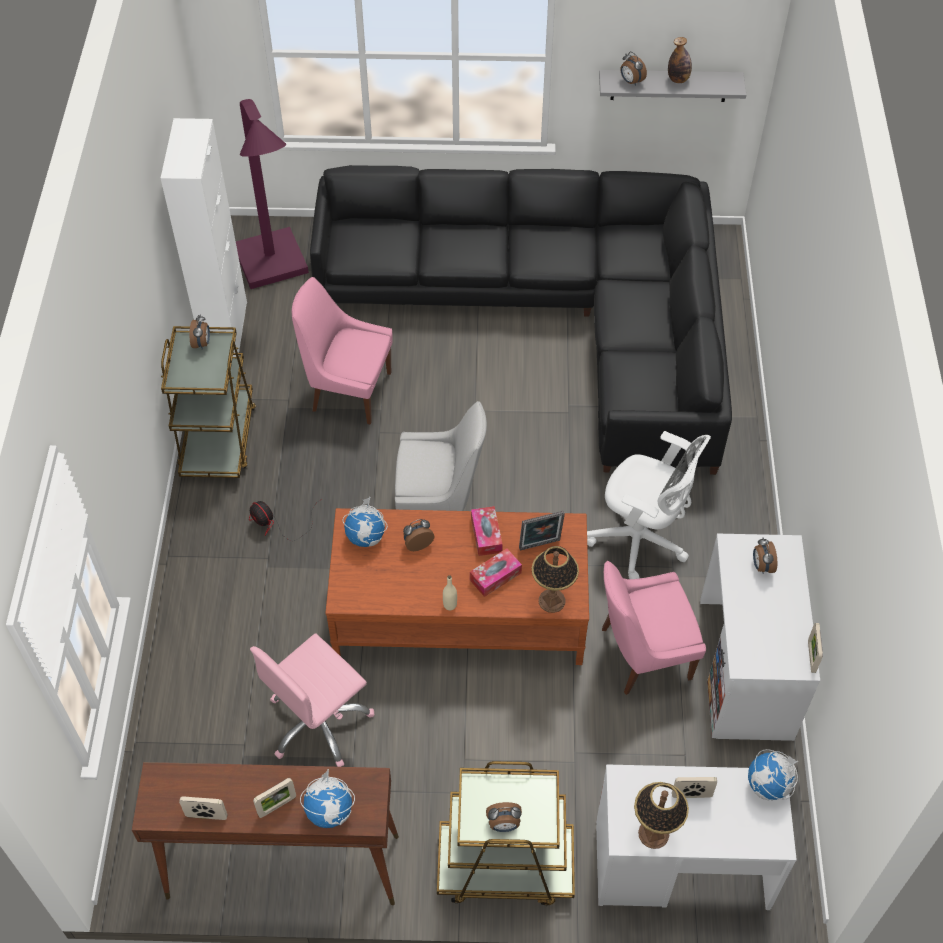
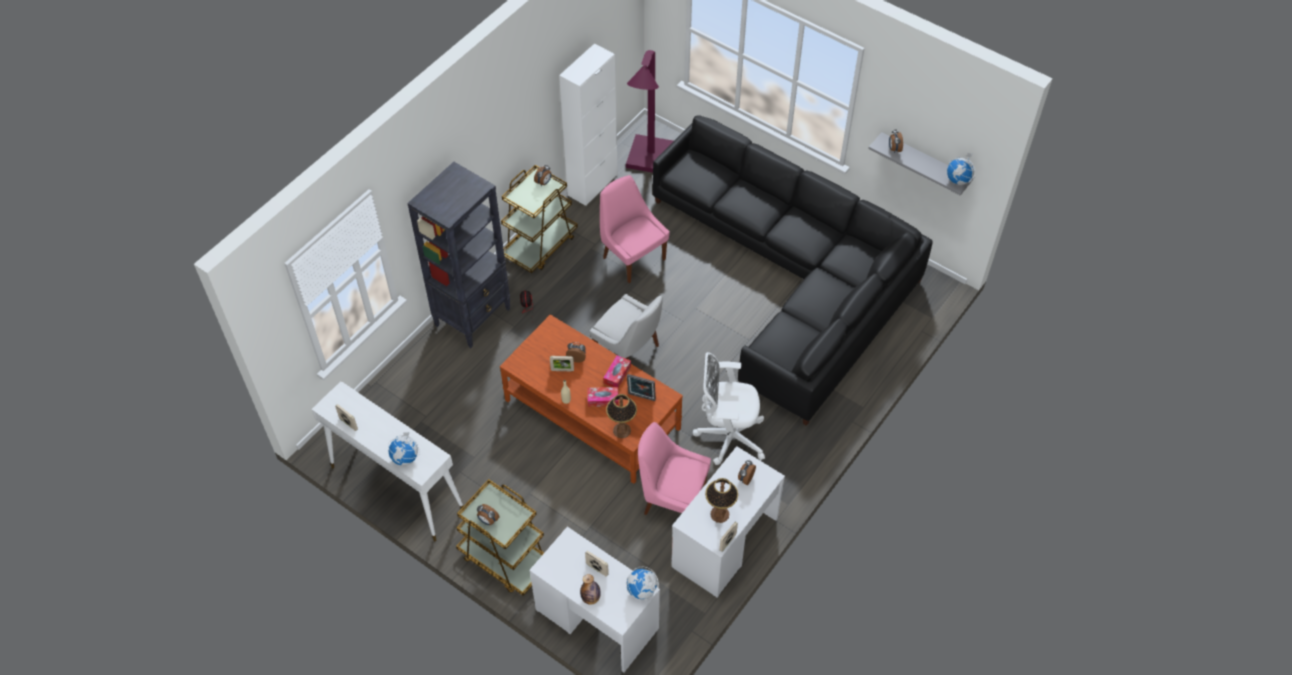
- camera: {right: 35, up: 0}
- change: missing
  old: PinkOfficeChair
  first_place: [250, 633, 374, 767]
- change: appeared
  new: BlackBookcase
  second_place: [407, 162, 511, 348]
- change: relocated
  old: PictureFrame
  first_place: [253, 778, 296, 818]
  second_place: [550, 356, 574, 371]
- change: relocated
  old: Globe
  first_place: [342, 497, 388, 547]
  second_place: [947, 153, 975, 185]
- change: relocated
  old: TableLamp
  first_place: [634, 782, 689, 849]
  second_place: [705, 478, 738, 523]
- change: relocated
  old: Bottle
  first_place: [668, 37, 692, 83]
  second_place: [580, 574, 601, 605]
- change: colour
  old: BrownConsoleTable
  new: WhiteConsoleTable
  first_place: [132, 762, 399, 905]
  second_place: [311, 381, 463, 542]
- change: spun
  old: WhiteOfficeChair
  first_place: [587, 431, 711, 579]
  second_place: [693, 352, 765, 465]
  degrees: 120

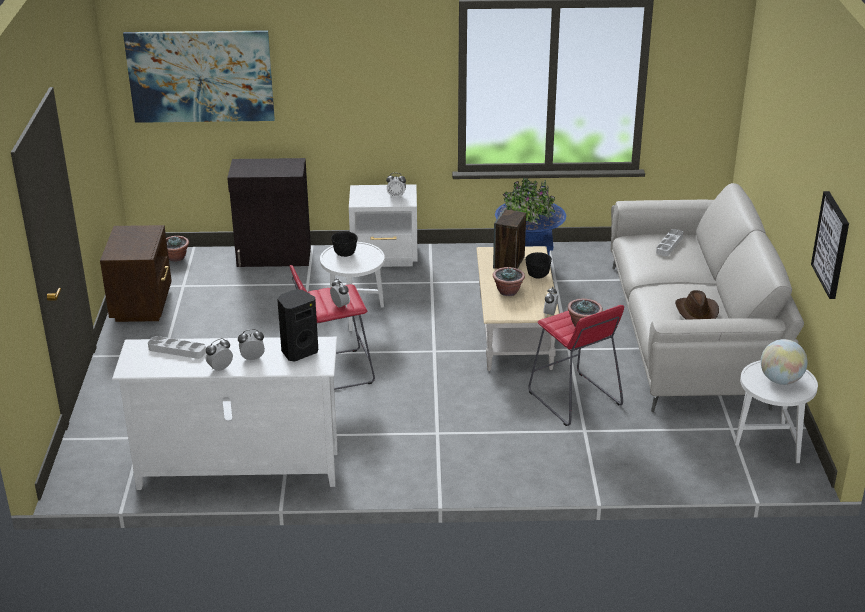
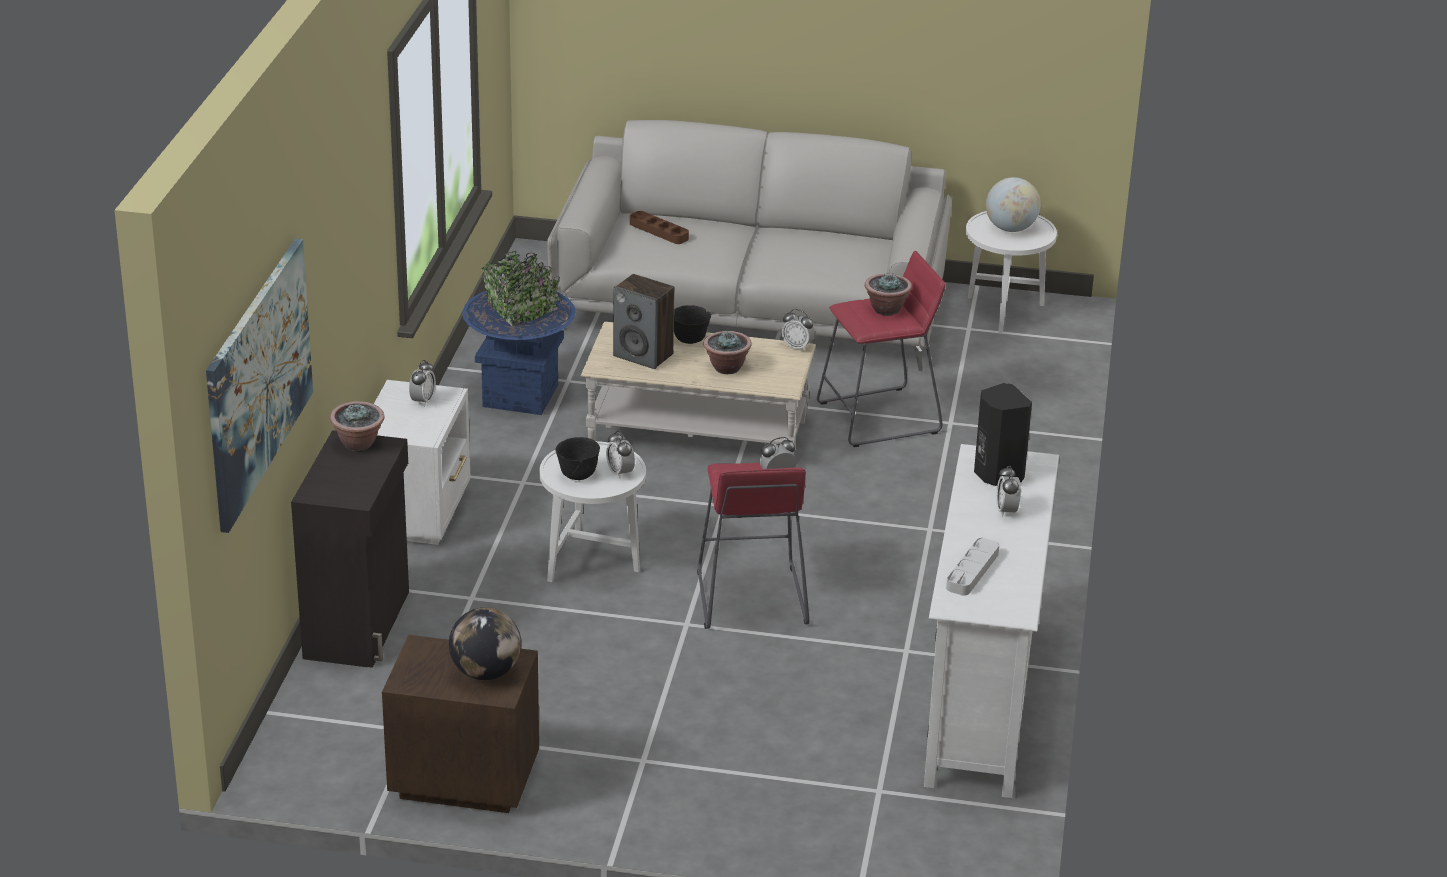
- camera: {right: -80, up: 0}
- change: missing
  old: BrownHat
  first_place: [675, 290, 719, 320]
- change: missing
  old: Picture
  first_place: [811, 191, 849, 299]
- change: appeared
  new: Globe
  second_place: [449, 607, 521, 680]
- change: relocated
  old: PottedPlant
  first_place: [166, 236, 189, 262]
  second_place: [330, 401, 384, 451]
- change: relocated
  old: AlarmClock
  first_place: [206, 338, 233, 371]
  second_place: [606, 431, 635, 479]
- change: colour
  old: GreyTray
  new: BrownTray
  first_place: [656, 229, 683, 256]
  second_place: [630, 211, 689, 244]

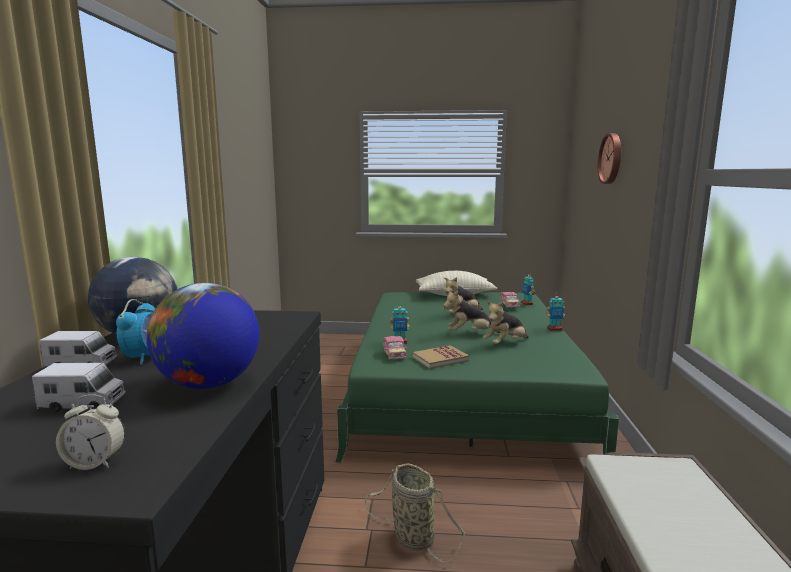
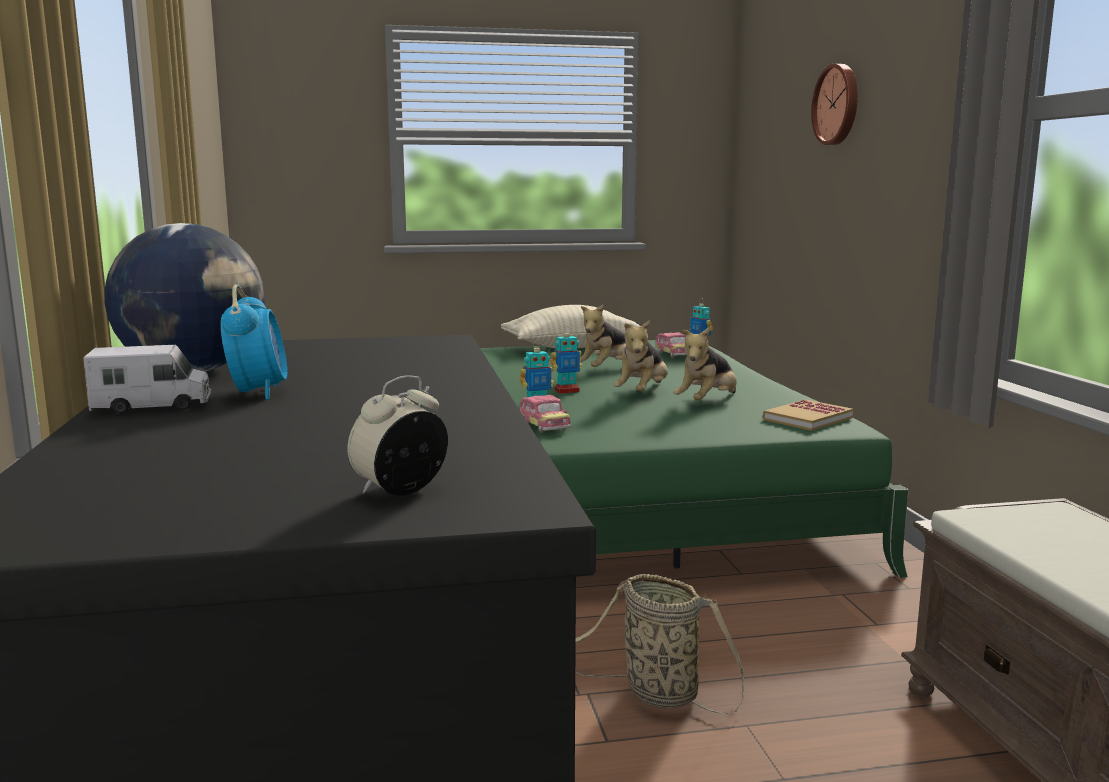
- camera: {right: -15, up: 0}
- change: missing
  old: ToyTruck
  first_place: [32, 363, 126, 412]
- change: missing
  old: Globe
  first_place: [146, 283, 260, 389]
- change: relocated
  old: Book
  first_place: [412, 345, 469, 369]
  second_place: [763, 400, 853, 431]
- change: relocated
  old: ToyRobot
  first_place: [546, 293, 565, 331]
  second_place: [551, 331, 583, 394]
- change: spun
  old: AlarmClock
  first_place: [56, 394, 125, 470]
  second_place: [347, 375, 448, 496]
  degrees: 150
- change: spun
  old: PlushToy
  first_place: [443, 290, 500, 333]
  second_place: [613, 320, 668, 391]
  degrees: -45

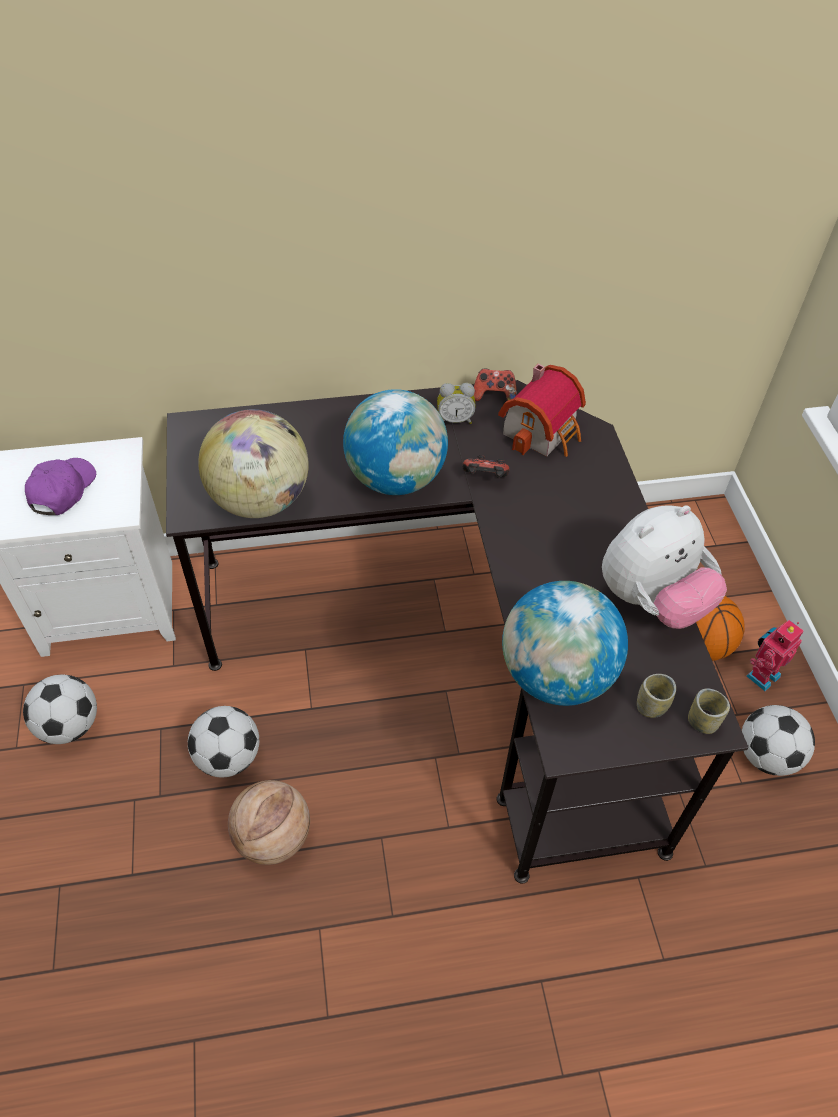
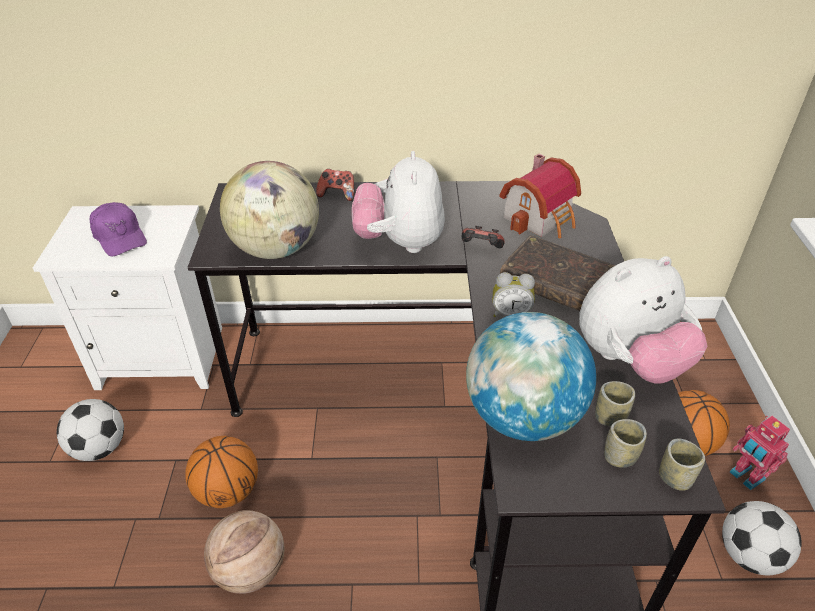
- camera: {right: 10, up: -10}
- change: appeared
  new: BrownBook
  second_place: [500, 235, 616, 311]
- change: appeared
  new: Cup
  second_place: [595, 381, 635, 427]
- change: relocated
  old: AlarmClock
  first_place: [437, 383, 476, 424]
  second_place: [493, 272, 535, 317]
- change: relocated
  old: GameController
  first_place: [474, 368, 517, 401]
  second_place: [316, 169, 354, 201]
- change: exchanged
  old: Football
  new: Basketball
  first_place: [188, 706, 259, 777]
  second_place: [185, 436, 258, 508]
- change: exchanged
  old: Globe
  new: PlushToy
  first_place: [343, 389, 448, 495]
  second_place: [352, 151, 445, 253]
- change: spun
  old: PurpleCap
  first_place: [25, 458, 96, 515]
  second_place: [90, 202, 147, 256]
  degrees: 120
- change: spun
  old: ToyRobot
  first_place: [746, 620, 804, 691]
  second_place: [730, 416, 790, 490]
  degrees: -90

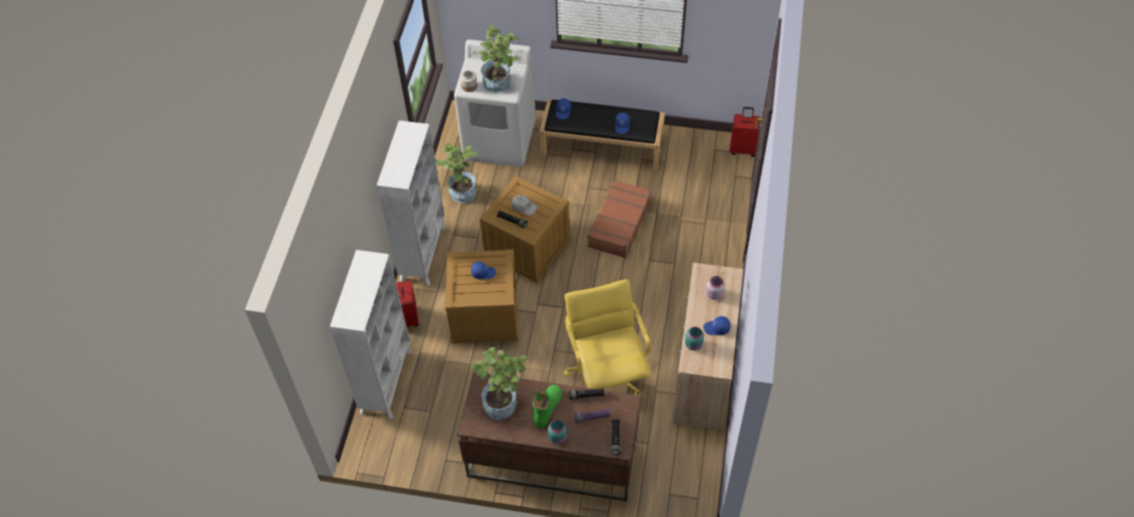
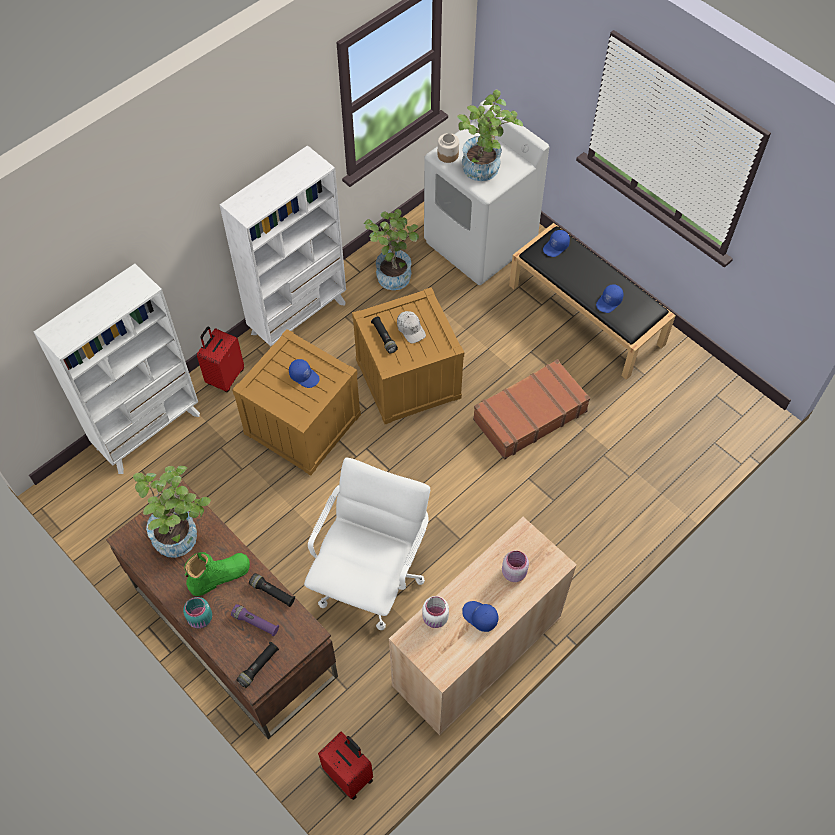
- camera: {right: 35, up: 5}
- change: relocated
  old: RedSuitcase
  first_place: [730, 107, 760, 157]
  second_place: [318, 732, 373, 800]
- change: colour
  old: YellowOfficeChair
  new: WhiteOfficeChair
  first_place: [564, 279, 651, 396]
  second_place: [304, 458, 430, 630]
- change: colour
  old: TurquoiseJar
  new: WhiteJar
  first_place: [685, 327, 704, 351]
  second_place: [422, 596, 449, 628]

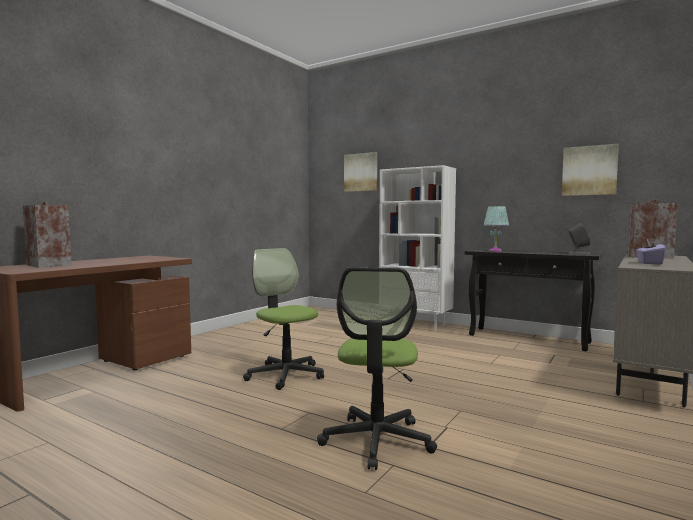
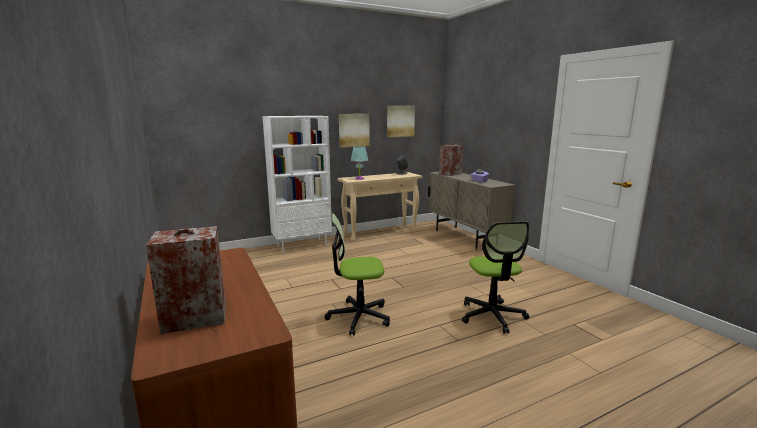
- camera: {right: -60, up: 10}
- change: relocated
  old: Picture
  first_place: [344, 152, 377, 192]
  second_place: [339, 114, 370, 147]
- change: colour
  old: BlackConsoleTable
  new: BeigeConsoleTable
  first_place: [465, 249, 603, 351]
  second_place: [337, 172, 422, 242]
- change: spun
  old: OfficeChair
  first_place: [317, 267, 437, 470]
  second_place: [462, 222, 529, 334]
  degrees: 45

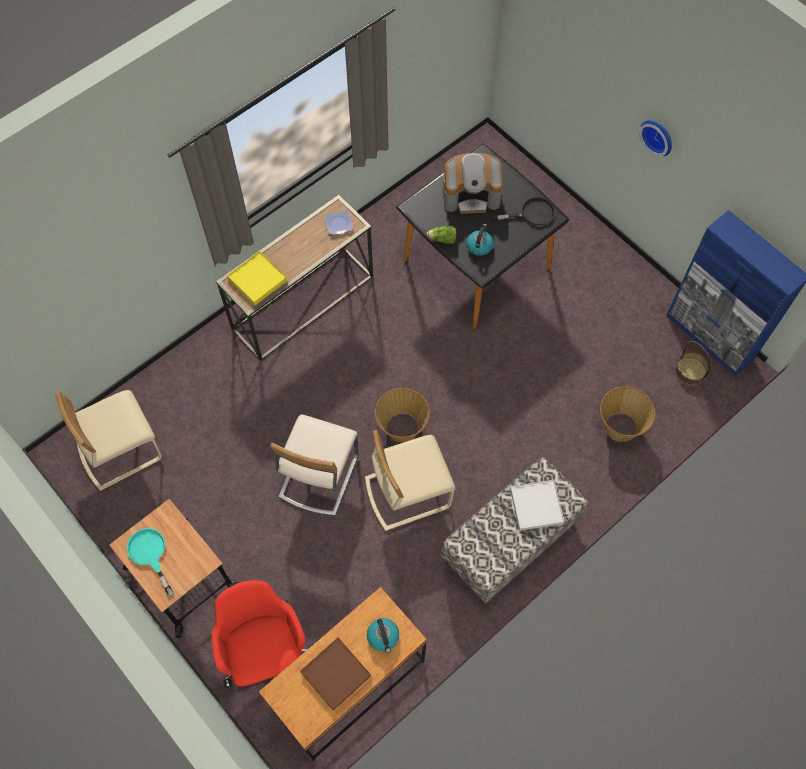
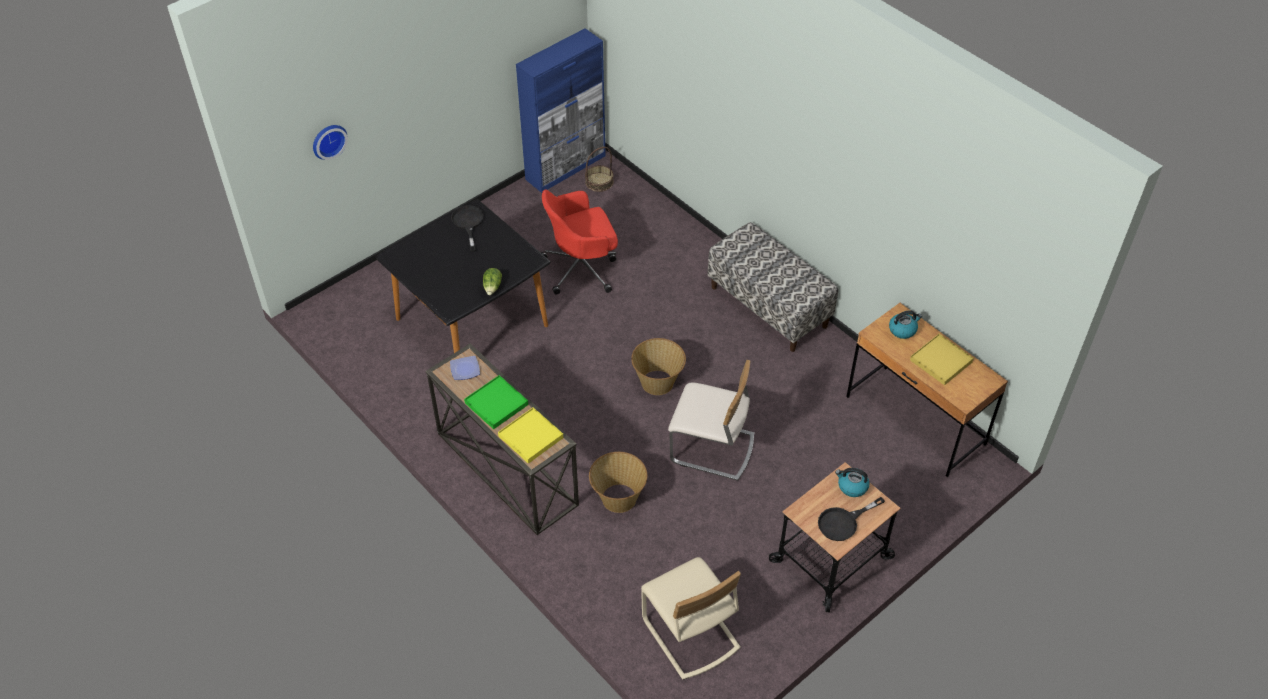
- camera: {right: -90, up: -15}
- change: missing
  old: BeigeChair
  first_place: [365, 430, 456, 531]
- change: missing
  old: CoffeeMachine
  first_place: [442, 153, 503, 214]
- change: missing
  old: WhiteTray
  first_place: [510, 480, 564, 531]
- change: appeared
  new: GreenTray
  second_place: [464, 375, 528, 429]
- change: relocated
  old: RedOfficeChair
  first_place: [211, 580, 312, 688]
  second_place: [541, 189, 618, 295]
- change: relocated
  old: Kettle
  first_place: [466, 224, 494, 256]
  second_place: [835, 468, 870, 497]
- change: relocated
  old: Basket
  first_place: [600, 386, 655, 442]
  second_place: [589, 452, 648, 513]
- change: relocated
  old: WallClock
  first_place: [639, 120, 672, 157]
  second_place: [313, 125, 348, 160]
- change: colour
  old: TurquoiseFryingPan
  new: BlackFryingPan
  first_place: [127, 528, 173, 595]
  second_place: [818, 497, 885, 541]
- change: colour
  old: BrownTray
  new: YellowTray
  first_place: [300, 637, 371, 711]
  second_place: [910, 334, 974, 385]

